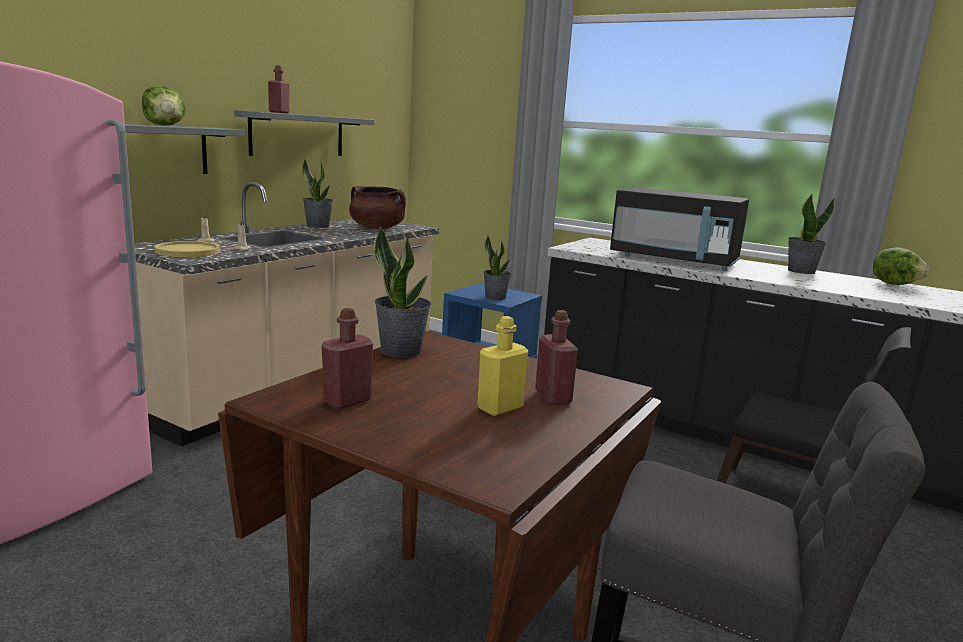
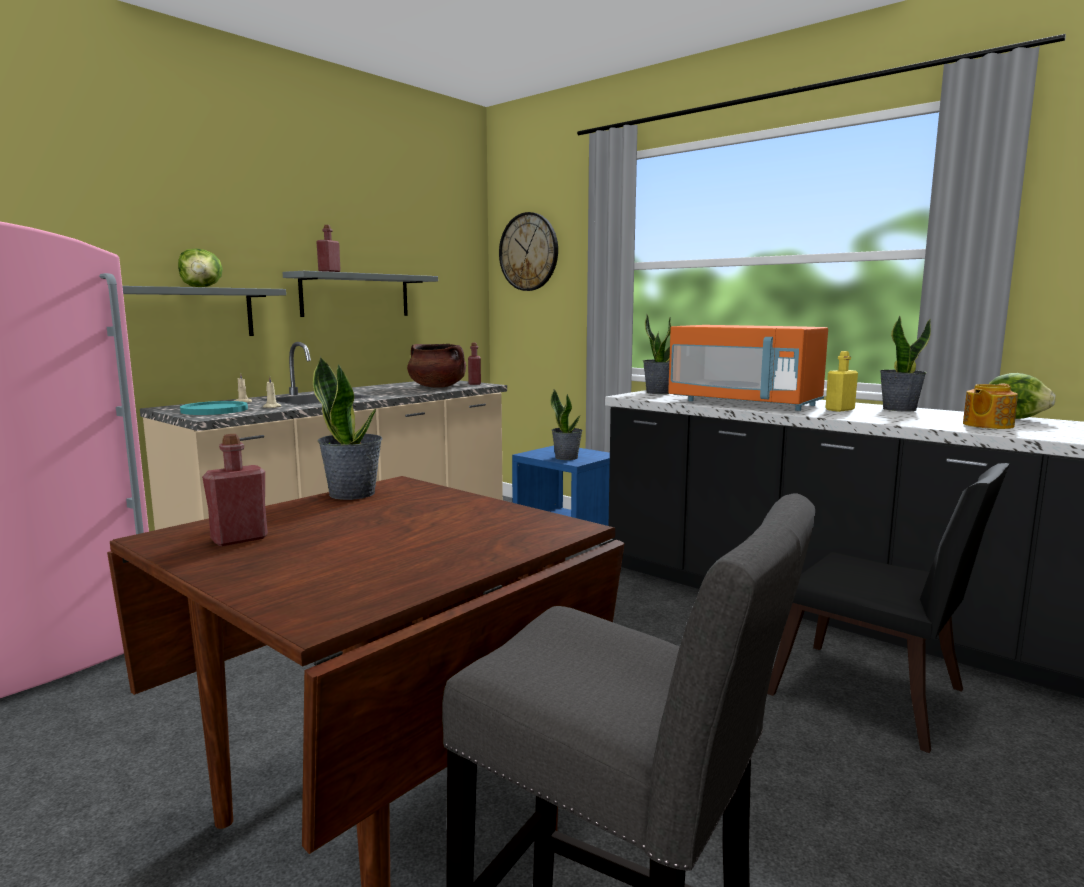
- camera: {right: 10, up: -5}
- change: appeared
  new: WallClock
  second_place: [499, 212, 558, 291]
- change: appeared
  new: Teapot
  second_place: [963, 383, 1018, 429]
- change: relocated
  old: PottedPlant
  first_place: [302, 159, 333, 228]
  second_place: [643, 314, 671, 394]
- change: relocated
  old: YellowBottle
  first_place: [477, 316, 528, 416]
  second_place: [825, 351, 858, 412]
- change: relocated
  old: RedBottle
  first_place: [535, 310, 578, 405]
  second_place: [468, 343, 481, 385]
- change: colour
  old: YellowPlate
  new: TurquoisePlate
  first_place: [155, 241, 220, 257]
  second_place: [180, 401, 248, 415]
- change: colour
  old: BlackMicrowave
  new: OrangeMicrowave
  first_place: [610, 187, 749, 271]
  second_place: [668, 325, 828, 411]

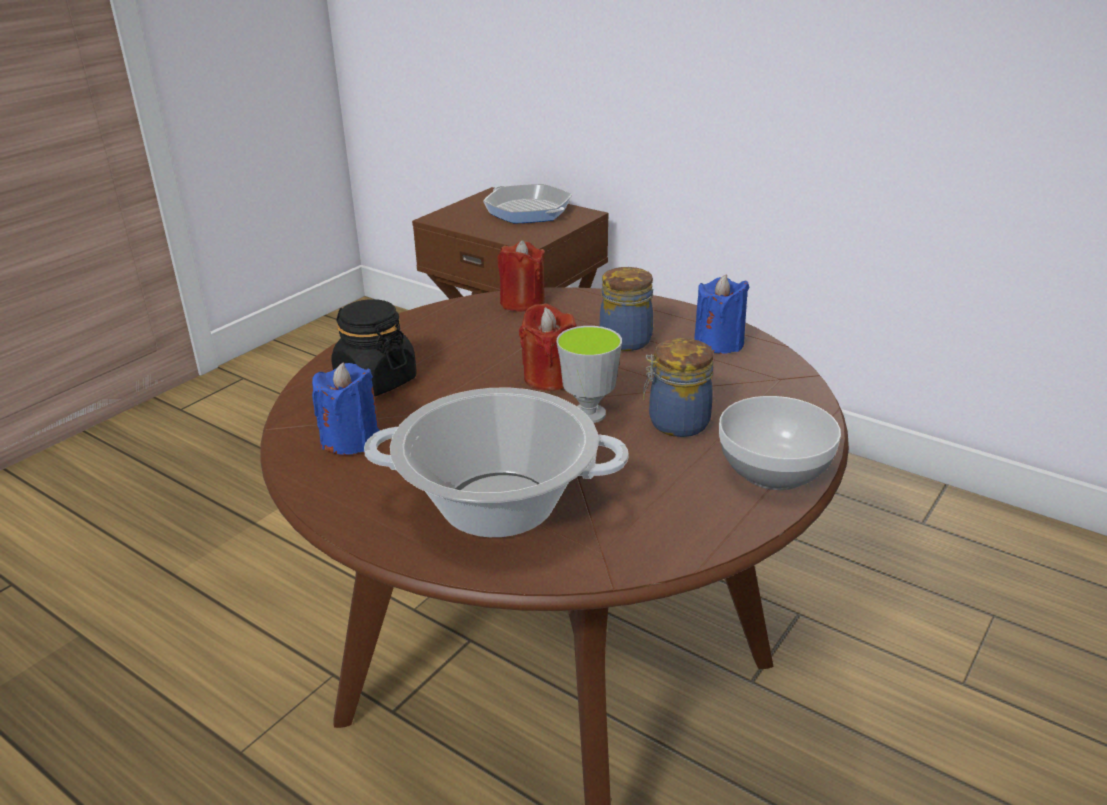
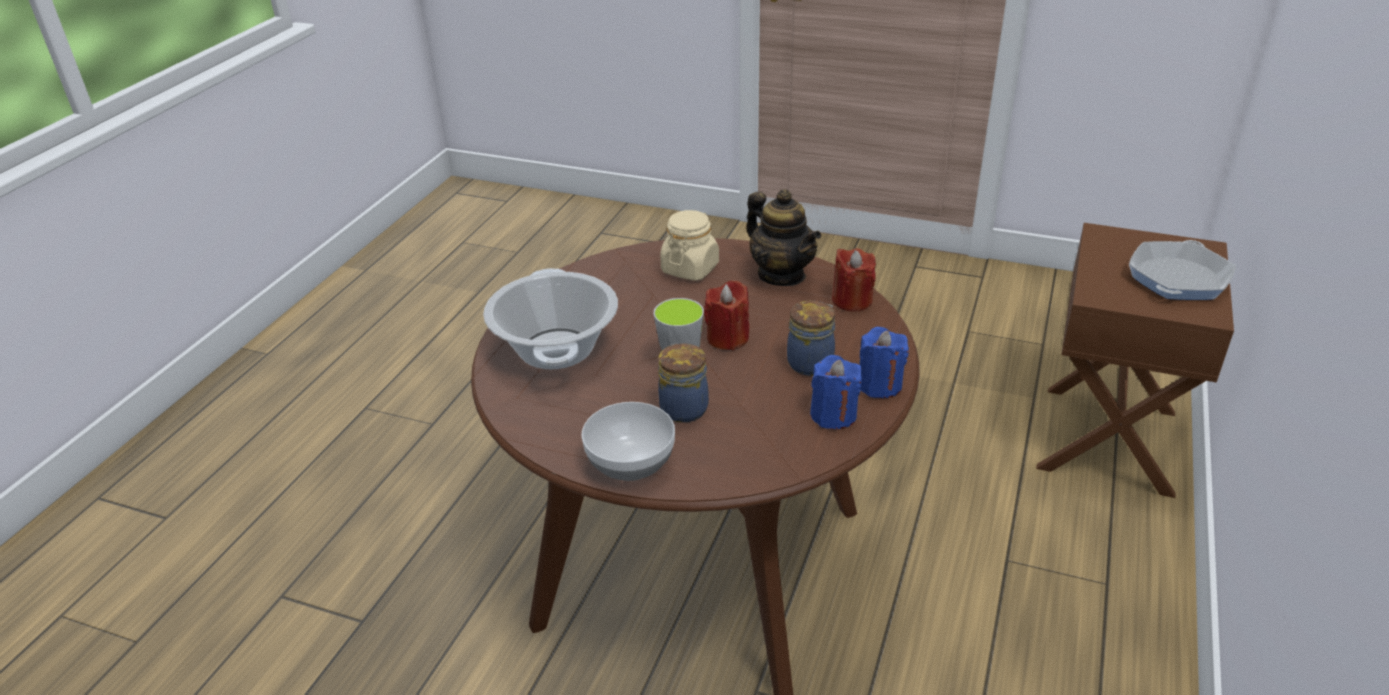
- camera: {right: 75, up: 5}
- change: appeared
  new: Teapot
  second_place: [746, 189, 821, 286]
- change: relocated
  old: BlueCandle
  first_place: [312, 363, 380, 455]
  second_place: [859, 327, 909, 398]
- change: colour
  old: BlackJar
  new: BeigeJar
  first_place: [331, 299, 417, 396]
  second_place: [660, 210, 719, 281]

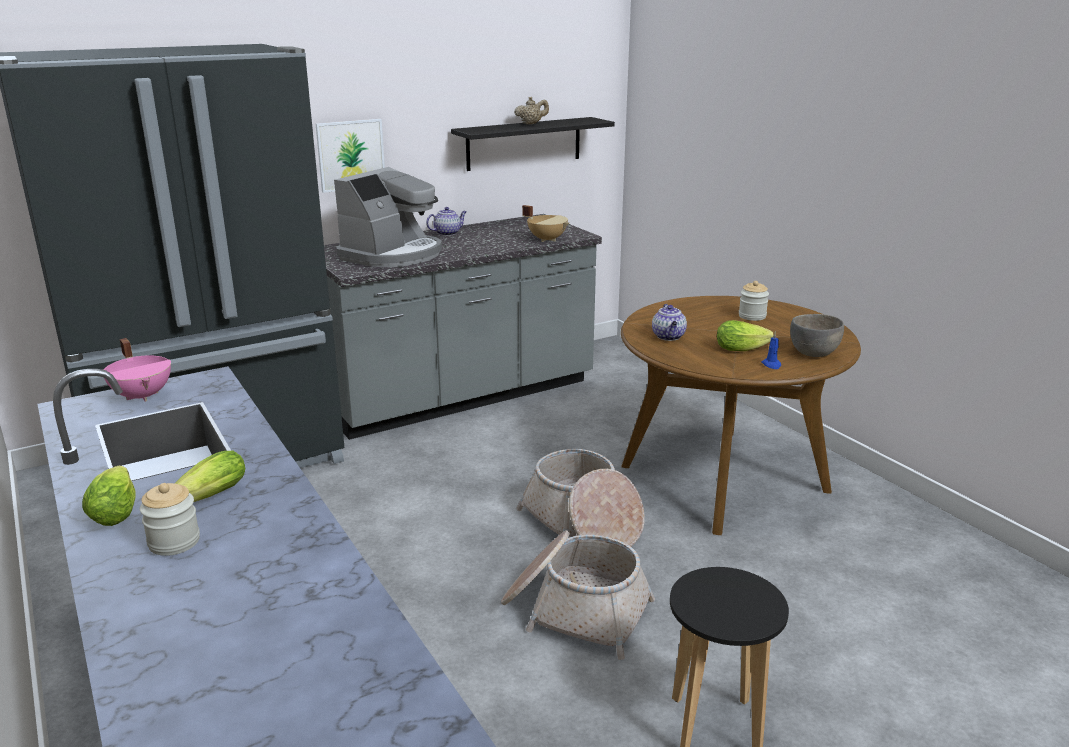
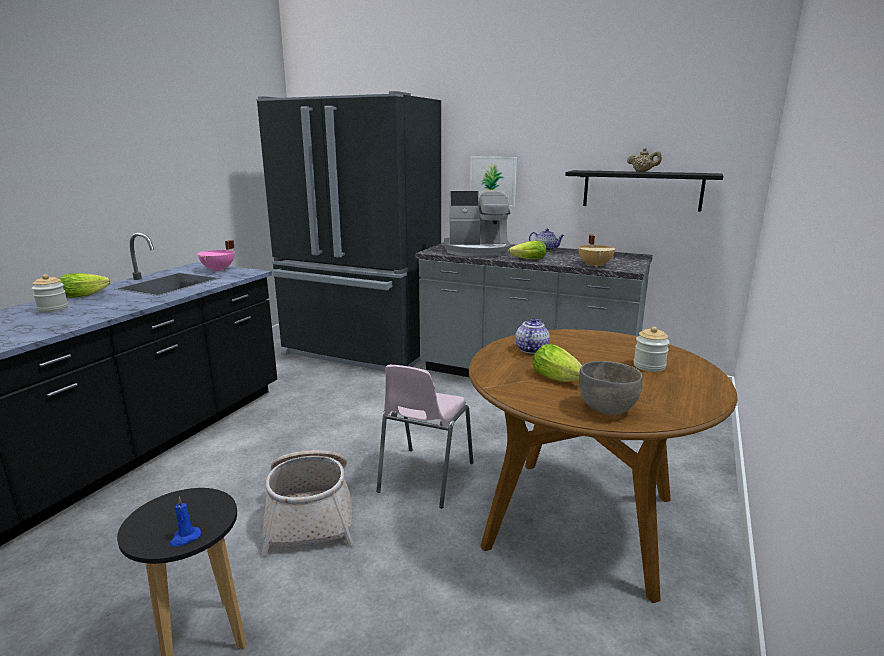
- camera: {right: 55, up: -5}
- change: relocated
  old: Lettuce
  first_place: [175, 451, 245, 502]
  second_place: [508, 241, 546, 259]
- change: relocated
  old: BlueCandle
  first_place: [761, 331, 781, 369]
  second_place: [169, 497, 201, 547]
- change: exchanged
  old: Basket
  new: PinkChair
  first_place: [516, 449, 645, 546]
  second_place: [377, 365, 473, 508]
- change: spun
  old: Teapot
  first_place: [652, 304, 687, 341]
  second_place: [515, 318, 550, 354]
  degrees: 150

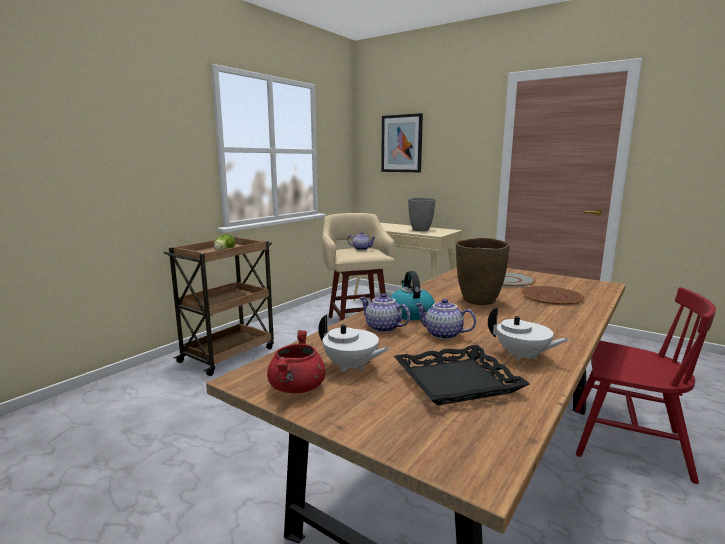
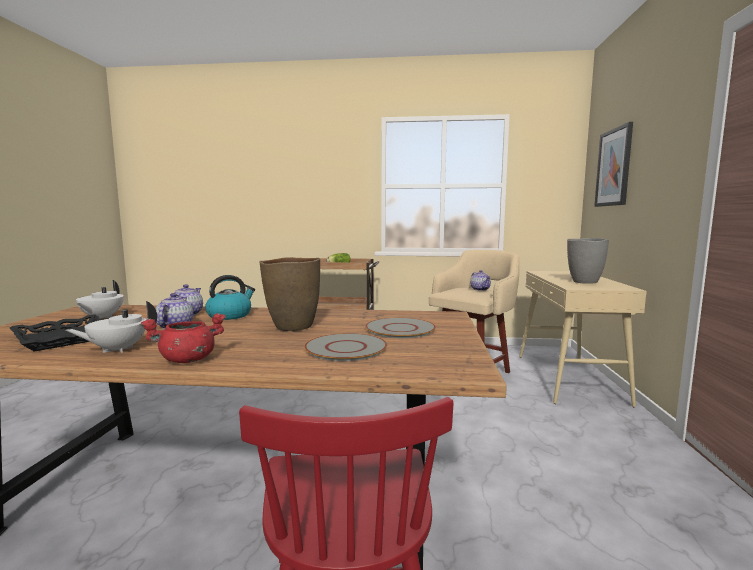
- camera: {right: 60, up: -5}
- change: relocated
  old: RedCookingPot
  first_place: [267, 330, 326, 393]
  second_place: [141, 313, 226, 363]
- change: colour
  old: BrownPlate
  new: GreyPlate
  first_place: [521, 286, 584, 305]
  second_place: [304, 333, 387, 361]
- change: spun
  old: WhiteTeapot
  first_place: [488, 307, 570, 361]
  second_place: [66, 301, 157, 353]
  degrees: 45

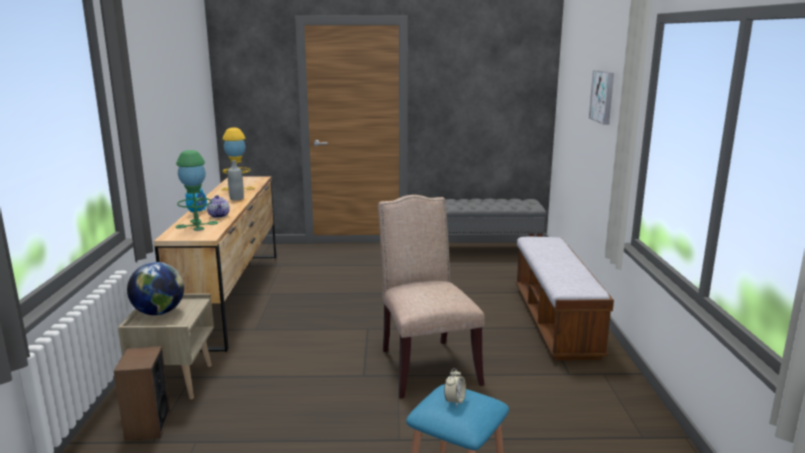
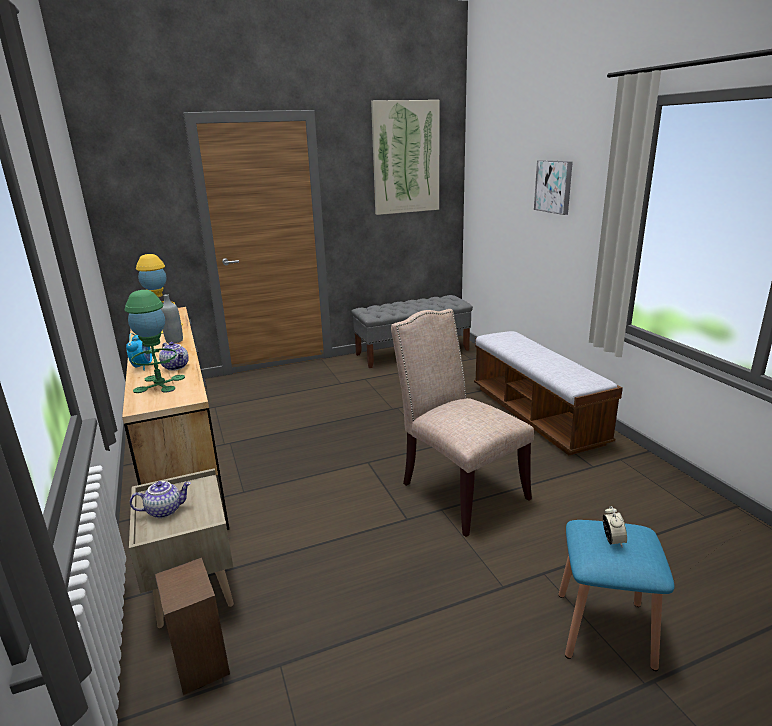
- camera: {right: -20, up: 5}
- change: appeared
  new: Picture
  second_place: [371, 100, 440, 215]
- change: exchanged
  old: Globe
  new: Teapot
  first_place: [127, 262, 184, 315]
  second_place: [130, 481, 191, 518]

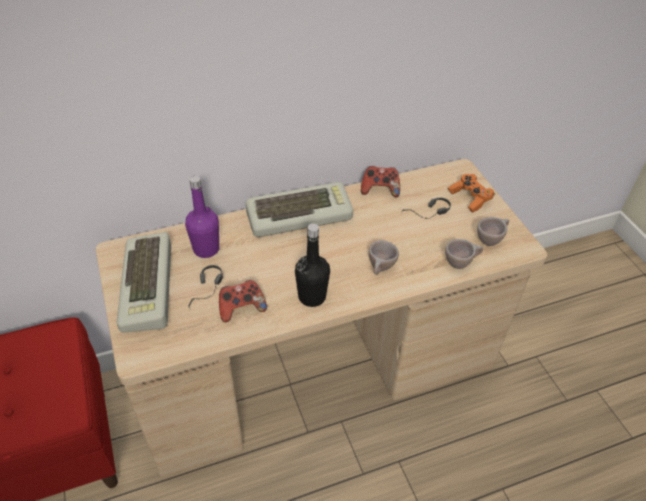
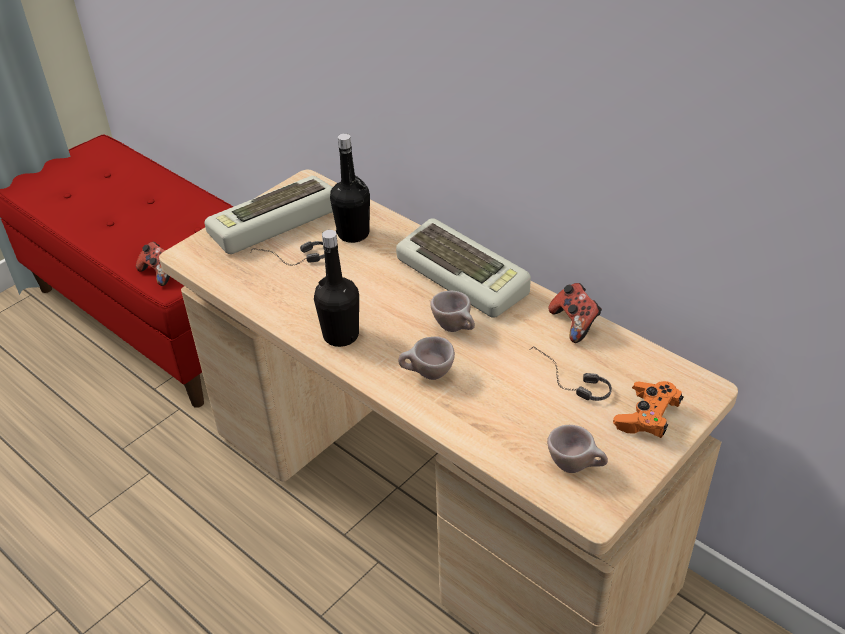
- camera: {right: 65, up: -5}
- change: relocated
  old: GameController
  first_place: [219, 280, 267, 322]
  second_place: [136, 242, 170, 286]
- change: relocated
  old: BeigeCup
  first_place: [445, 239, 483, 269]
  second_place: [430, 291, 475, 332]
- change: colour
  old: PurpleBottle
  new: BlackBottle
  first_place: [185, 175, 219, 258]
  second_place: [330, 133, 370, 243]

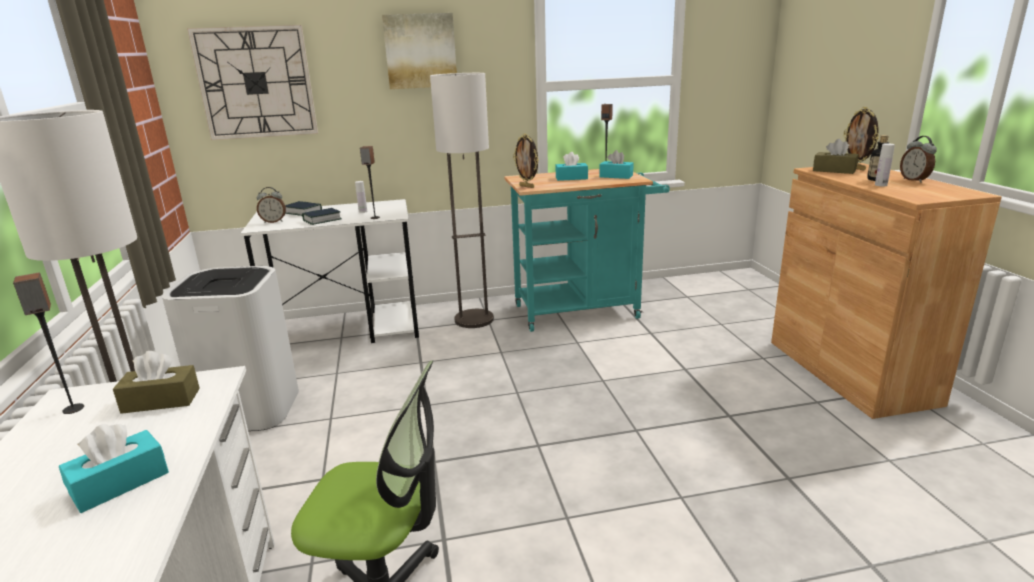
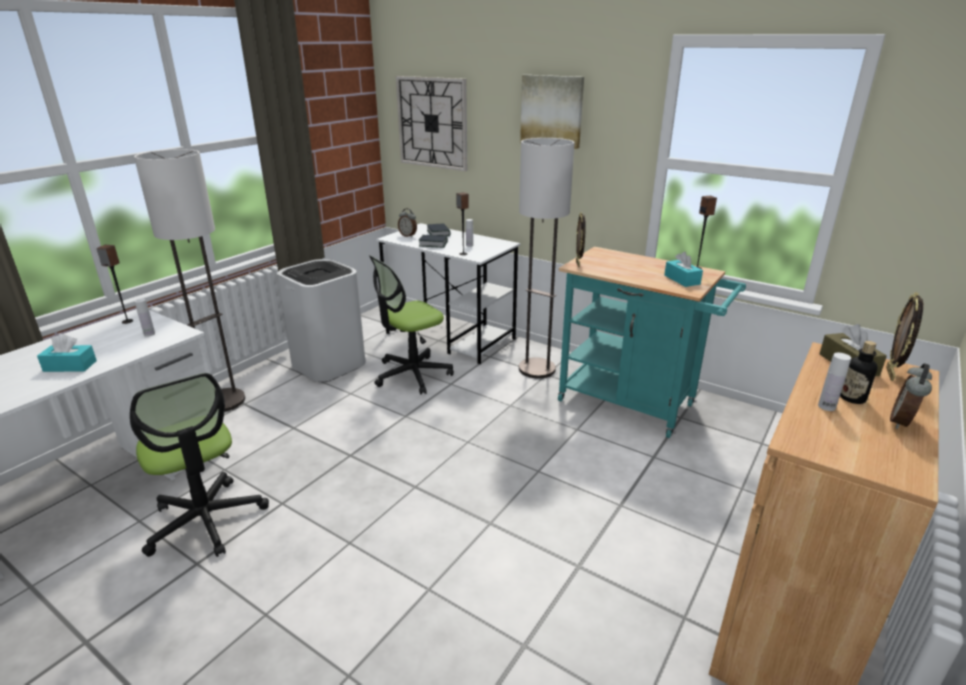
- camera: {right: 45, up: 5}
- change: missing
  old: TurquoiseTissueBox
  first_place: [555, 152, 588, 181]
- change: appeared
  new: OfficeChair
  second_place: [369, 255, 454, 394]
- change: exchanged
  old: BrownTissueBox
  new: WhiteBottle
  first_place: [113, 351, 200, 414]
  second_place: [135, 299, 155, 337]

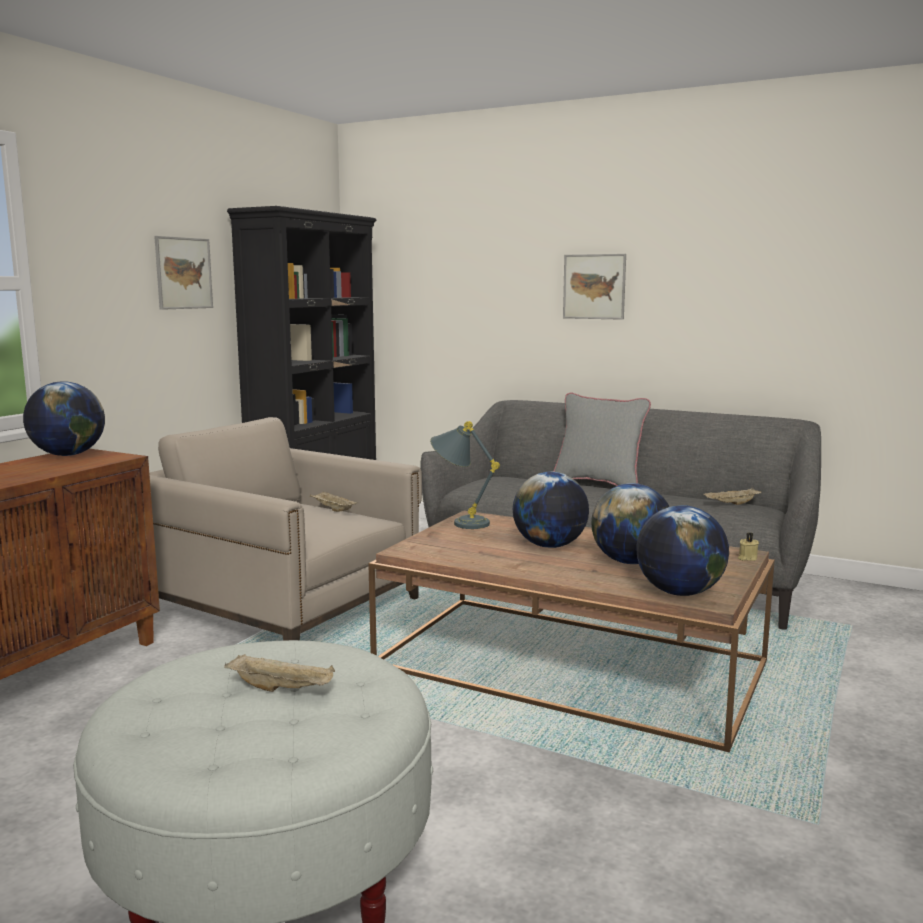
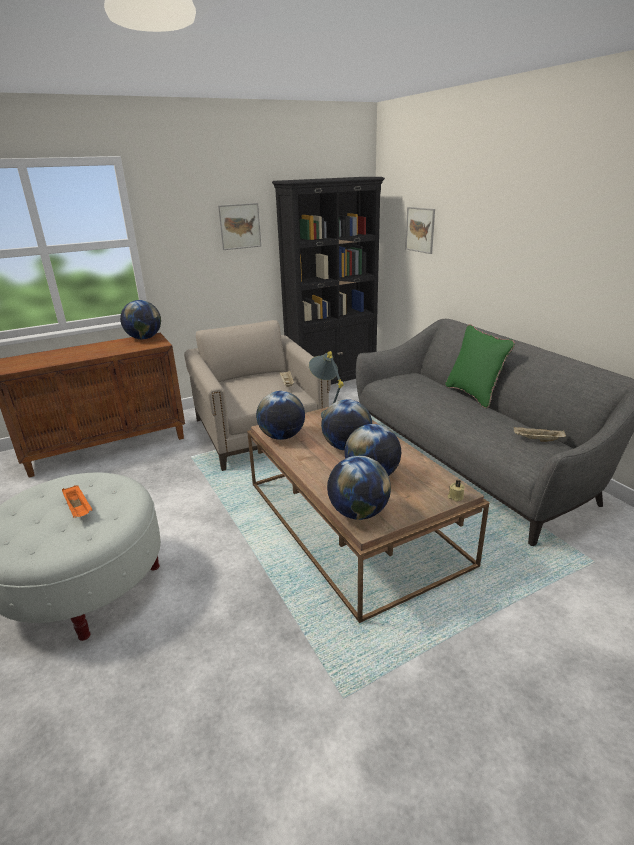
- camera: {right: 35, up: 15}
- change: appeared
  new: Globe
  second_place: [256, 391, 305, 440]
- change: relocated
  old: Picture
  first_place: [563, 254, 626, 320]
  second_place: [405, 207, 435, 254]
- change: colour
  old: BeigeTray
  new: OrangeTray
  first_place: [224, 653, 335, 692]
  second_place: [62, 485, 92, 518]
- change: colour
  old: GreyPillow
  new: GreenPillow
  first_place: [553, 392, 651, 486]
  second_place: [445, 324, 515, 408]

